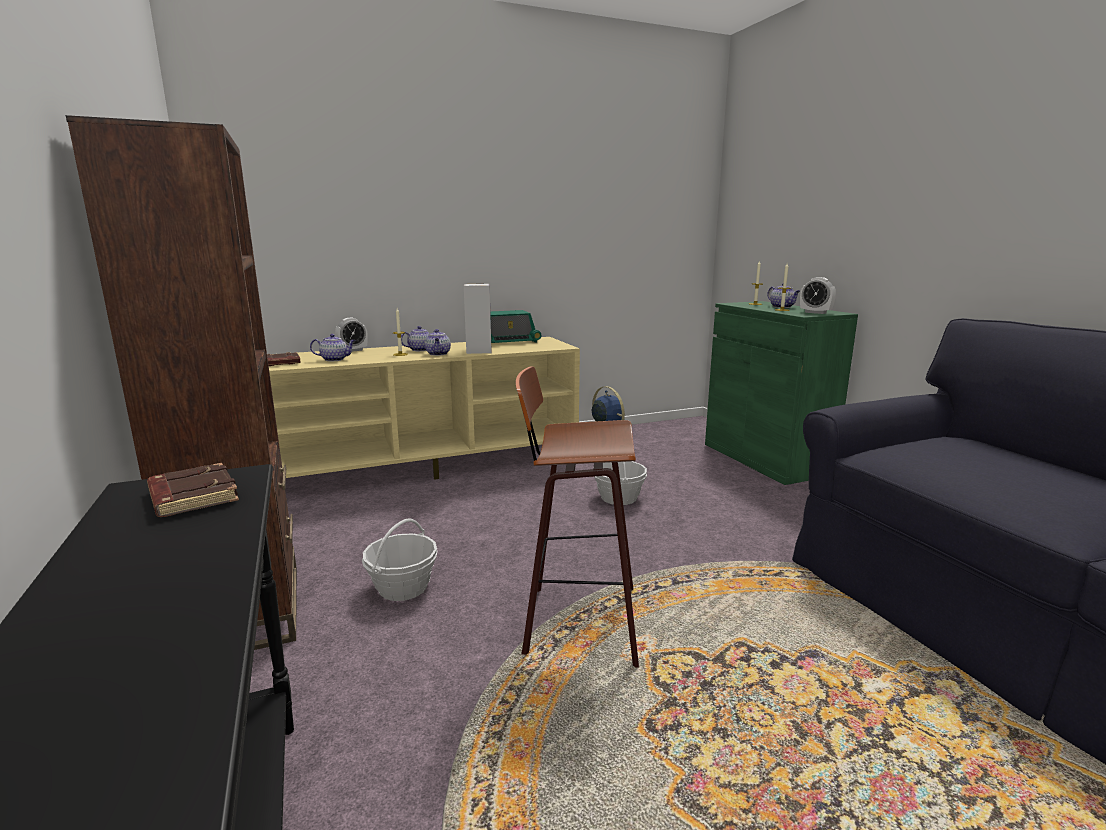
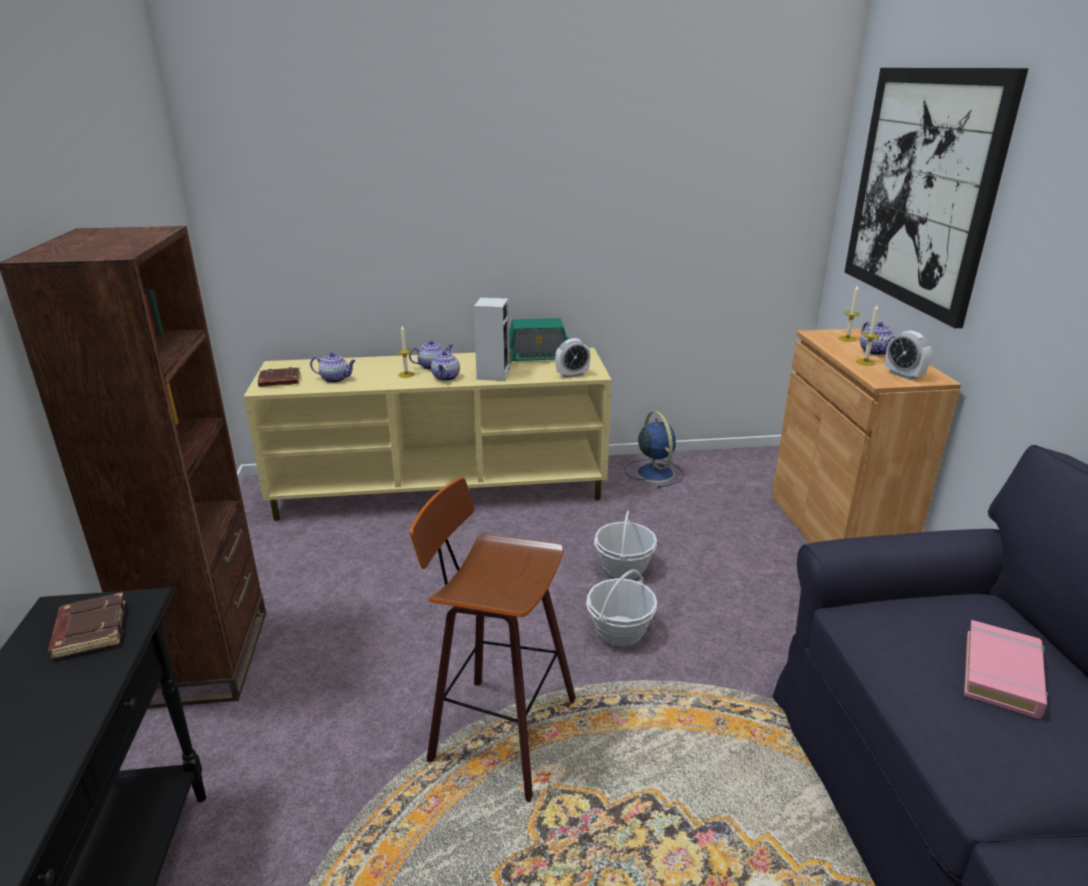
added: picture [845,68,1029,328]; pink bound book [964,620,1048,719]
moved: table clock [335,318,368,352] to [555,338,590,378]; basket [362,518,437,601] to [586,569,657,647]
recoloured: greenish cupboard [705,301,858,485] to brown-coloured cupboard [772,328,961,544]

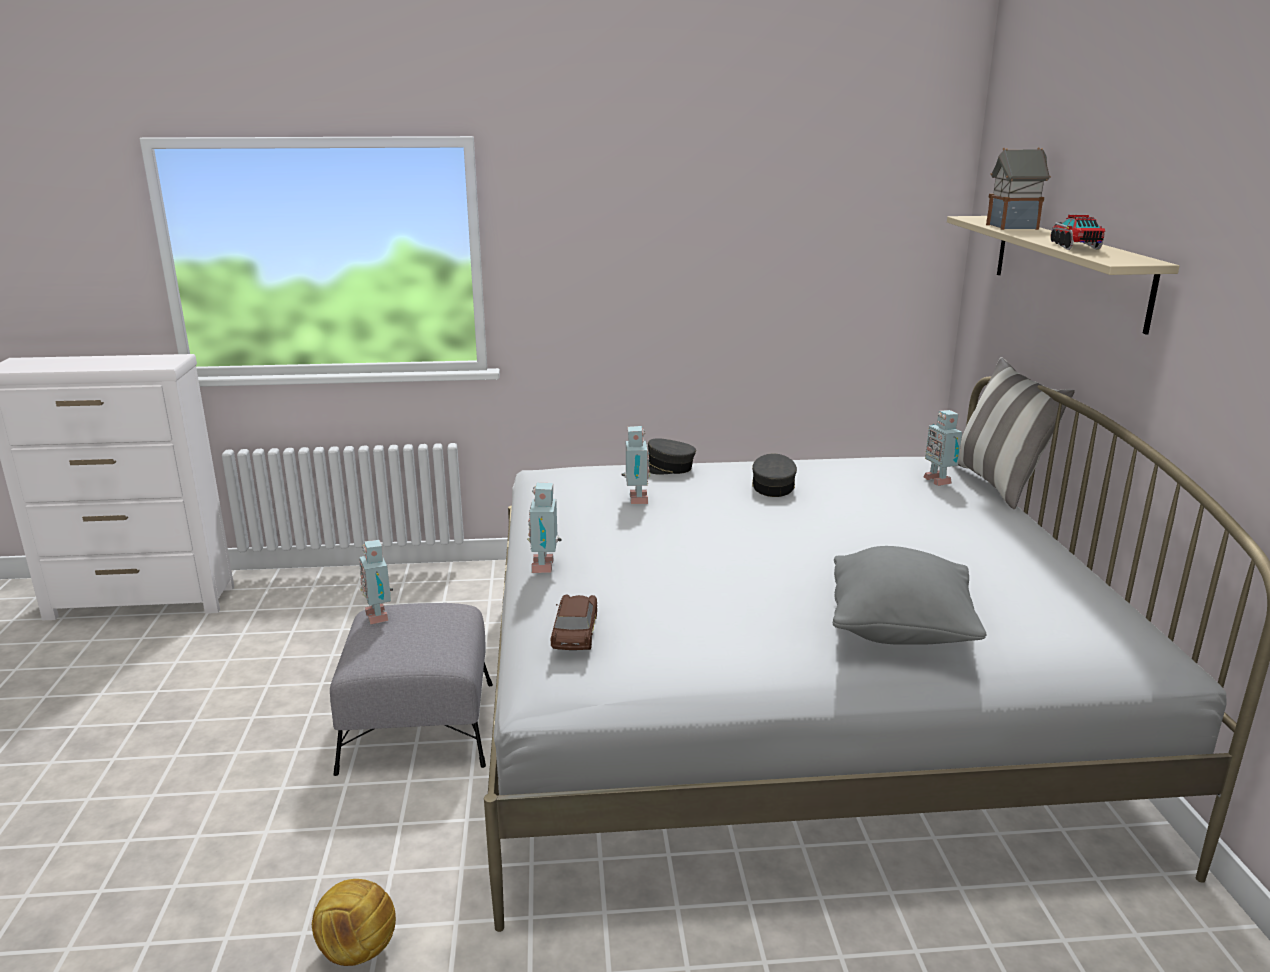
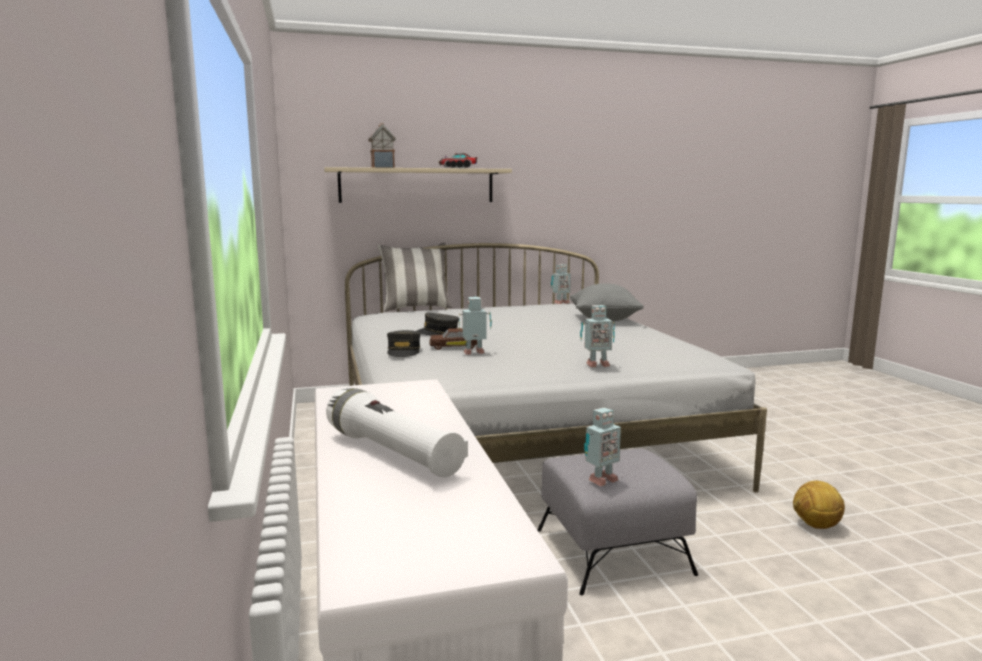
added: white-coloured flashlight [326,387,468,478]
moved: brown-coloured toy car [551,594,597,650] to [429,328,477,350]; robot figure [924,410,962,486] to [551,264,571,304]

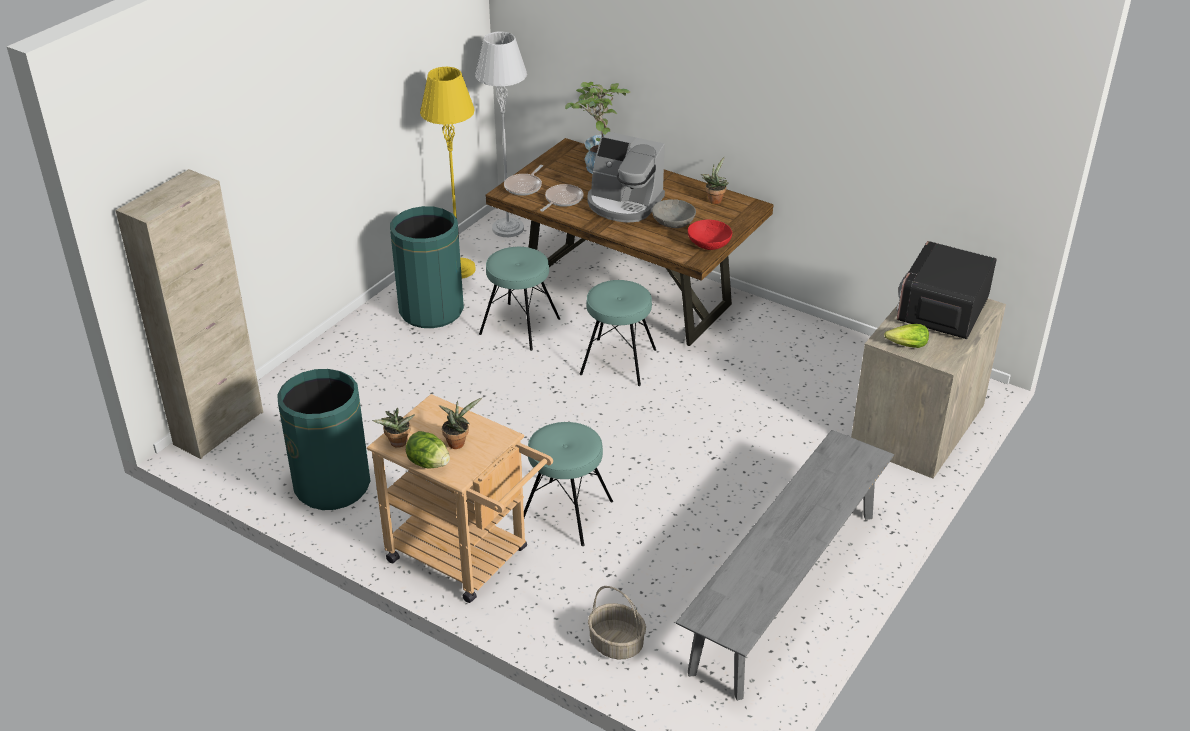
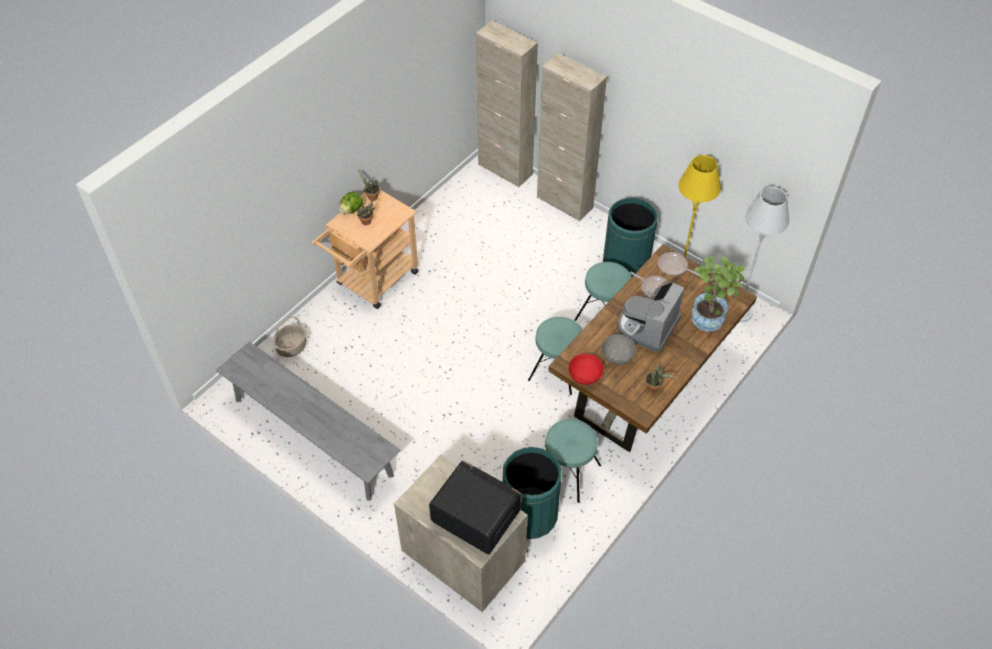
removed: lettuce head [884,324,929,348]
added: beige-coloured cupboard [537,53,607,222]
moved: greenish trash can [277,369,370,510] to [503,447,561,539]; blue-green sitting stool [524,422,613,546] to [545,419,601,503]

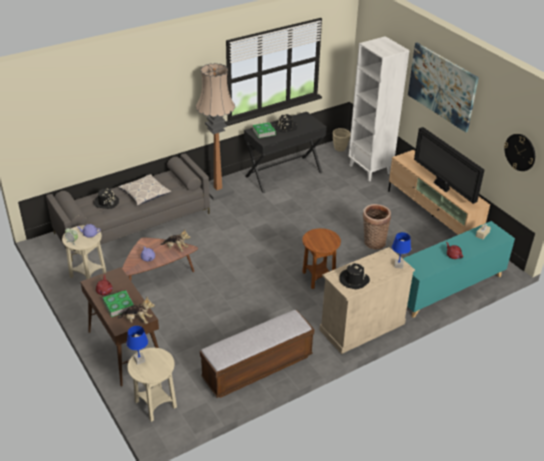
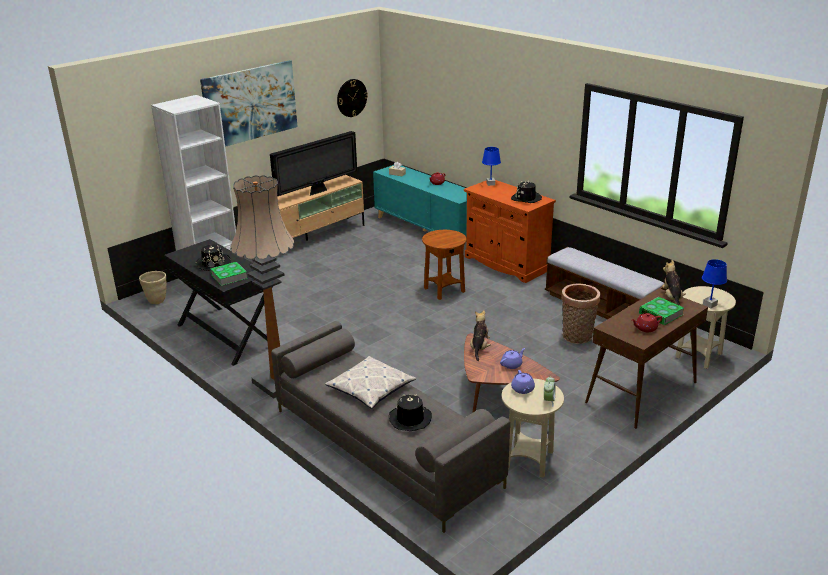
moved: basket [363,204,391,250] to [561,283,601,344]
recoloured: beige-coloured cupboard [319,247,415,354] to orangey cupboard [464,180,556,283]

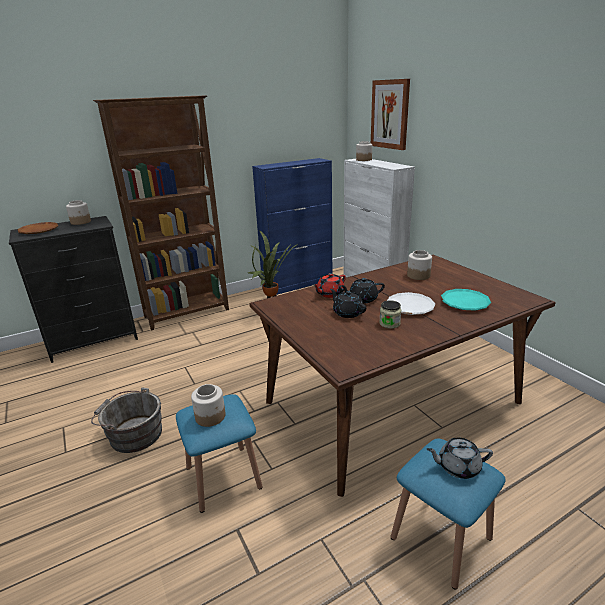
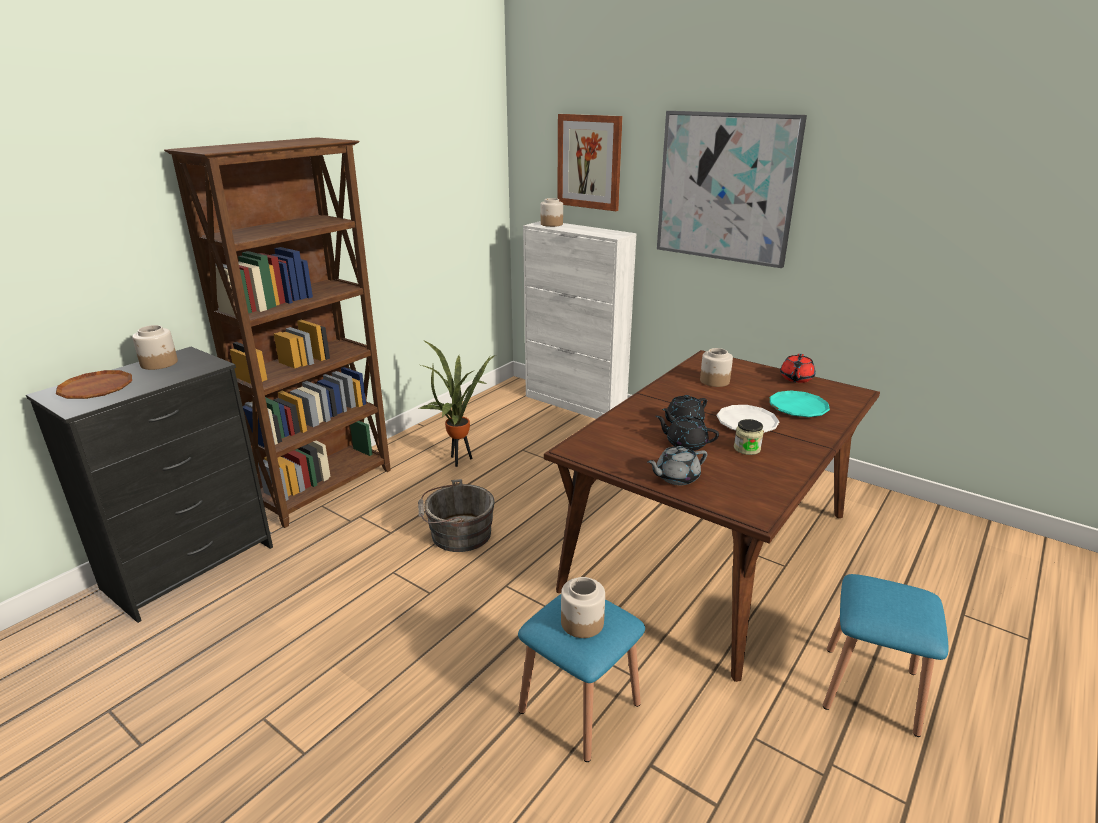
removed: blue cupboard [252,158,332,295]
added: picture [657,111,807,268]
moved: greyish pail [91,387,162,453] to [418,479,495,552]; greyish tea pot [426,438,493,479] to [647,446,707,485]; reddish tea pot [313,273,346,298] to [780,354,815,383]

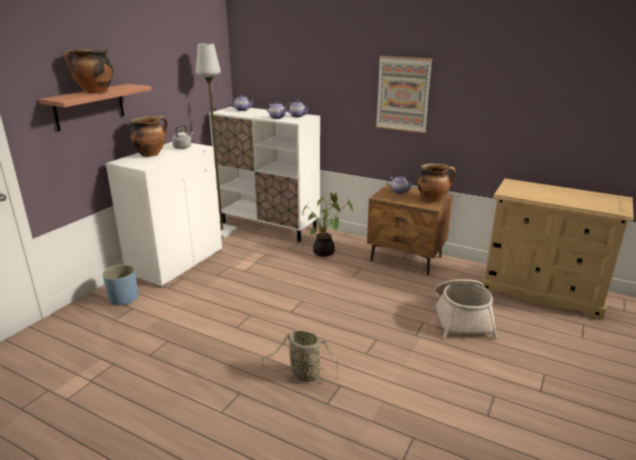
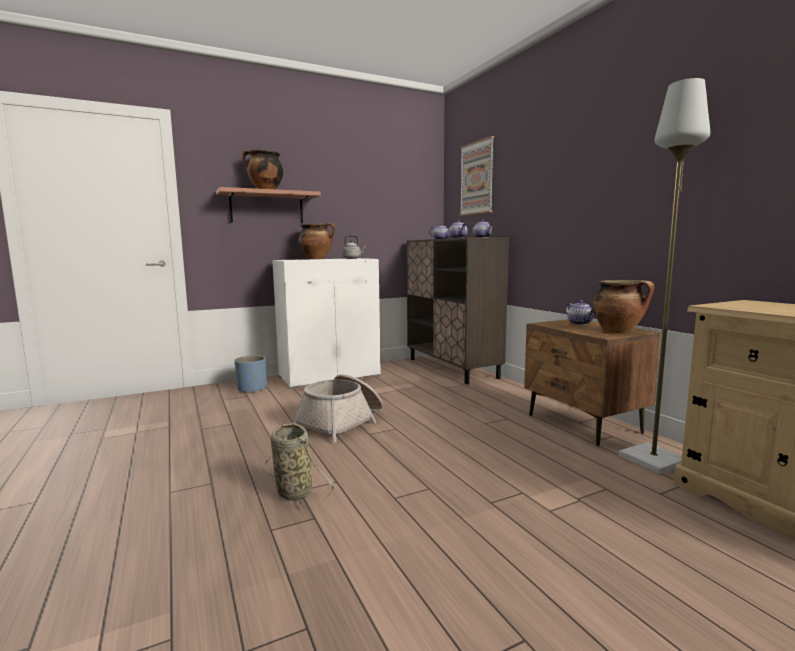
removed: plant in a pot [302,193,353,257]
moved: basket [433,279,498,339] to [292,375,383,443]; picture [376,56,432,133] to [460,136,494,216]; greyish floor lamp [196,43,238,238] to [619,78,710,474]
recoloured: white-coloured cupboard [209,107,320,242] to brown-coloured cupboard [407,238,509,384]

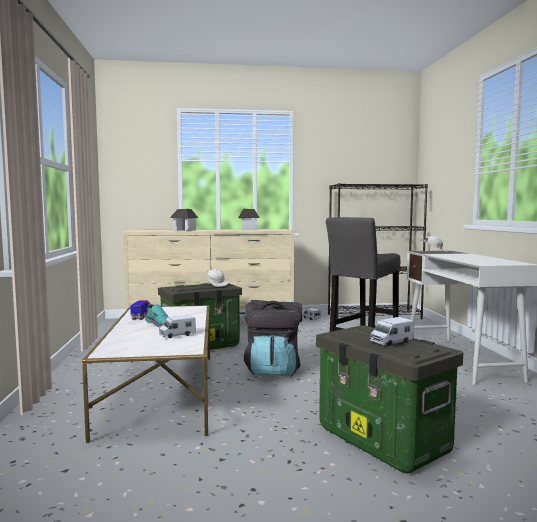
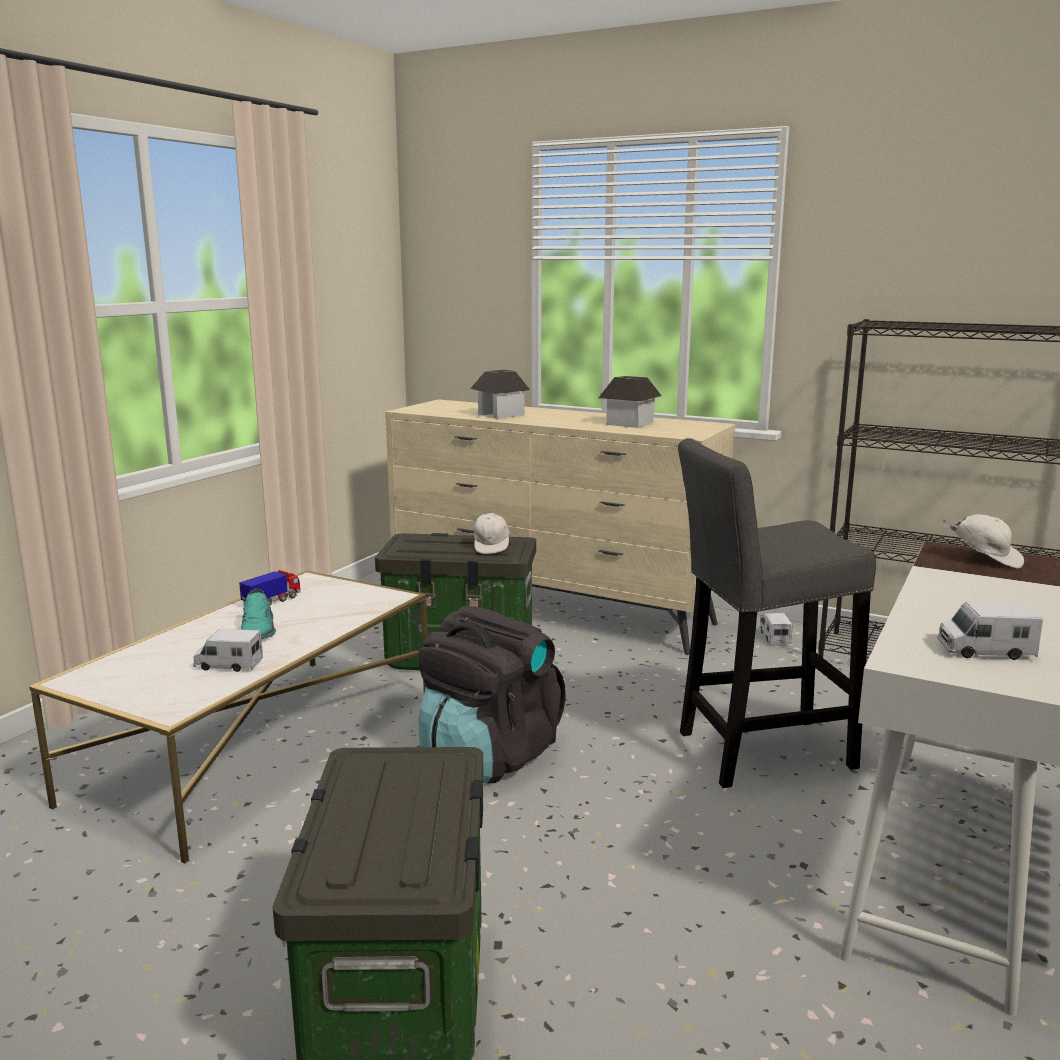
moved: toy truck [370,317,414,346] to [937,602,1043,660]

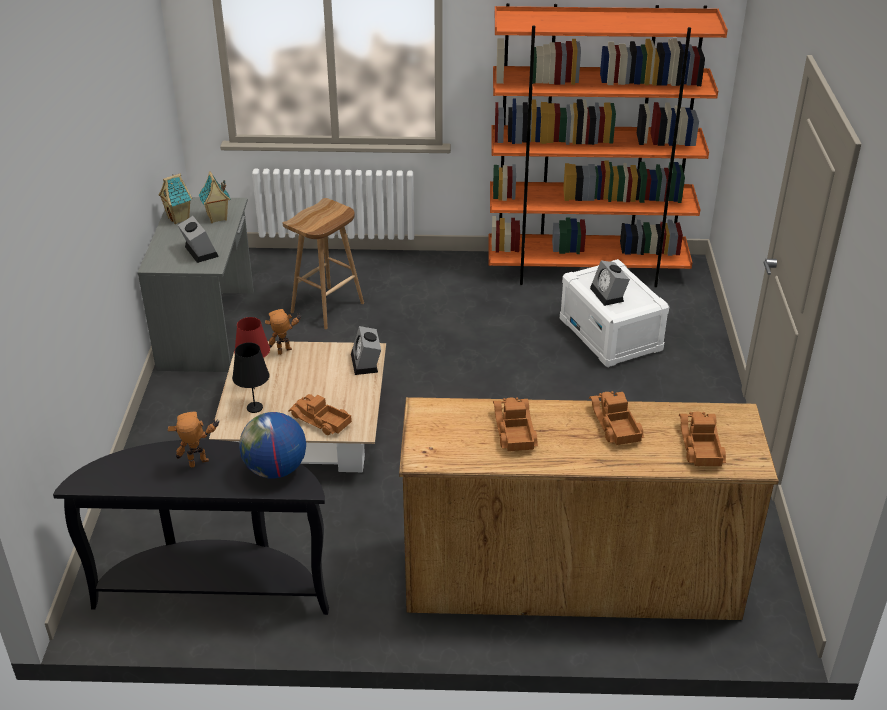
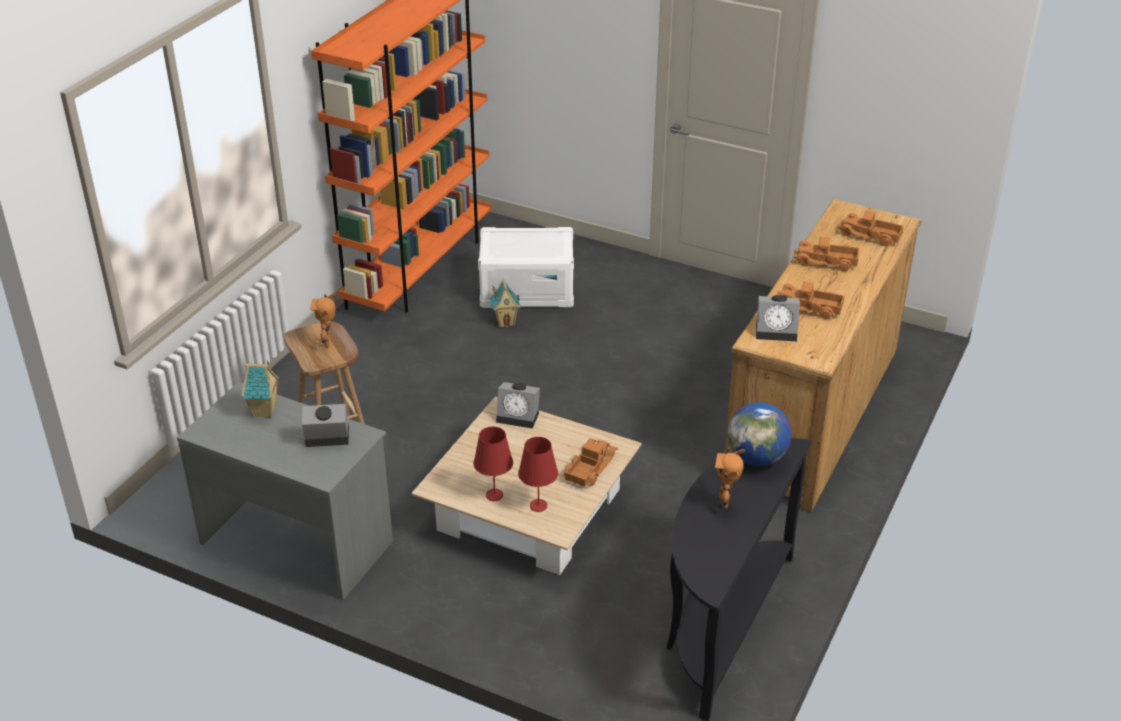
moved: robot figure [265,309,302,355] to [310,293,336,347]; model house [159,173,192,224] to [490,278,520,328]; table clock [590,261,630,306] to [756,295,800,341]
recoloured: blackish tabletop lamp [232,342,270,413] to reddish tabletop lamp [518,437,558,512]
turned: toy truck [288,394,352,435] = [563,438,618,487] 150 degrees clockwise

